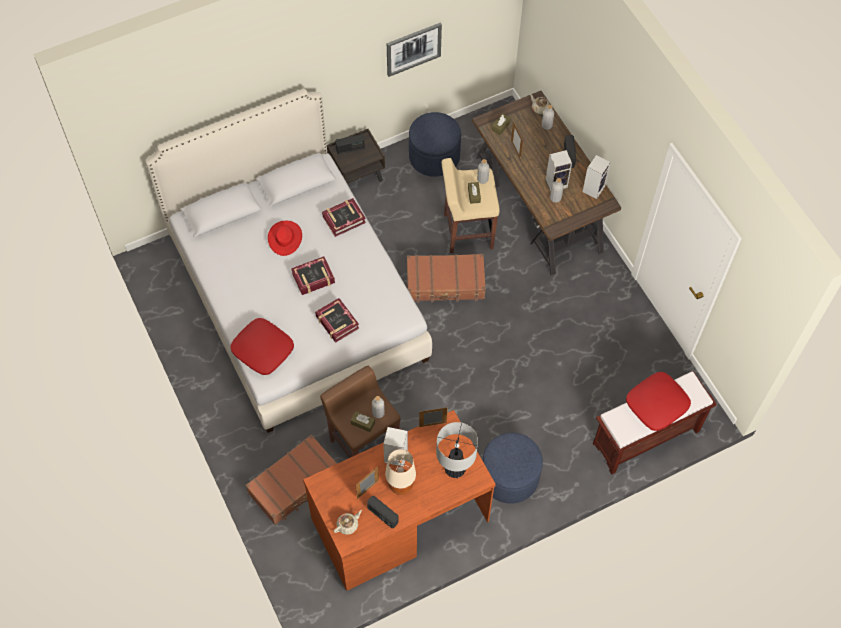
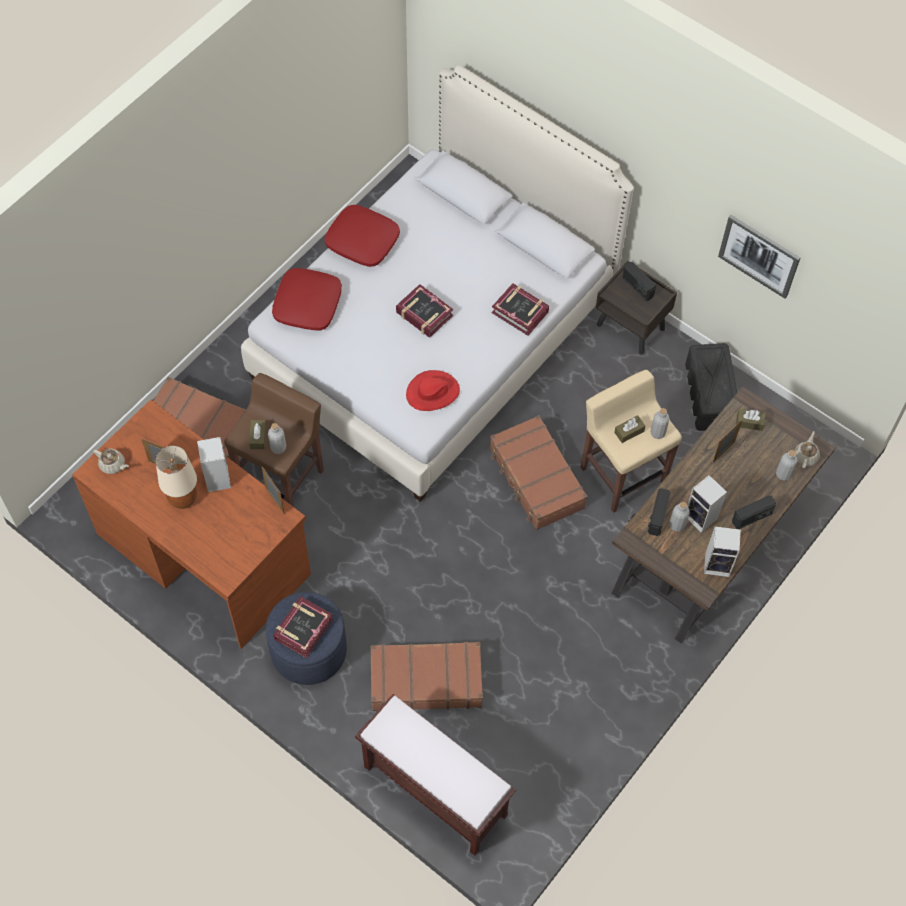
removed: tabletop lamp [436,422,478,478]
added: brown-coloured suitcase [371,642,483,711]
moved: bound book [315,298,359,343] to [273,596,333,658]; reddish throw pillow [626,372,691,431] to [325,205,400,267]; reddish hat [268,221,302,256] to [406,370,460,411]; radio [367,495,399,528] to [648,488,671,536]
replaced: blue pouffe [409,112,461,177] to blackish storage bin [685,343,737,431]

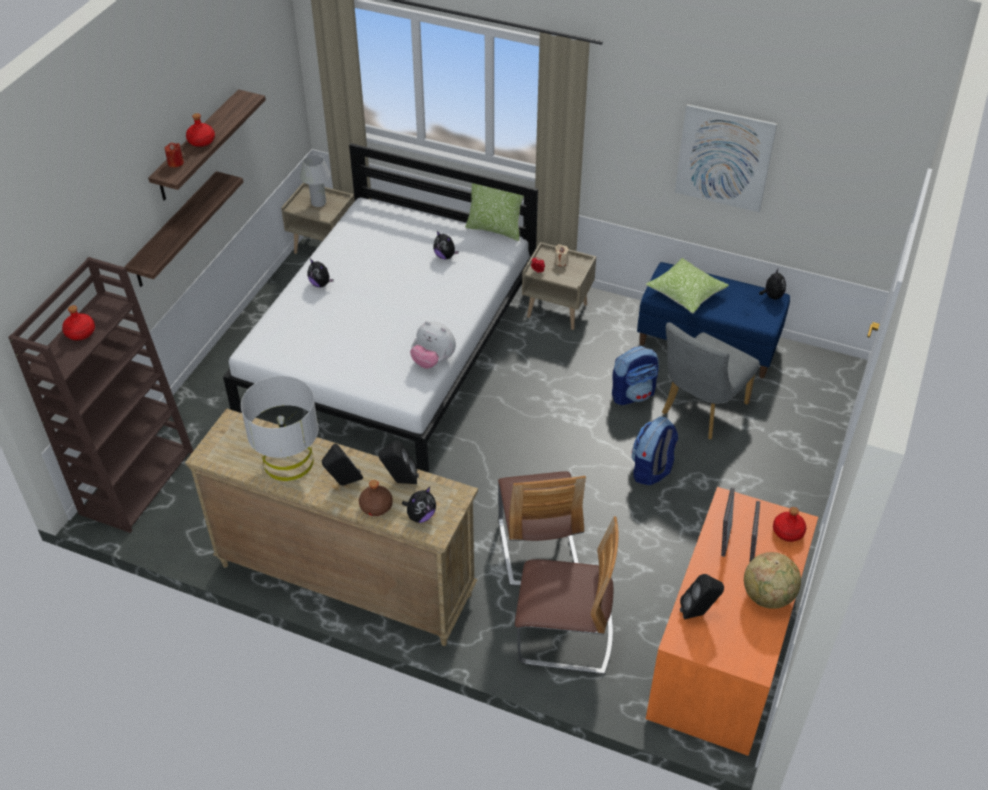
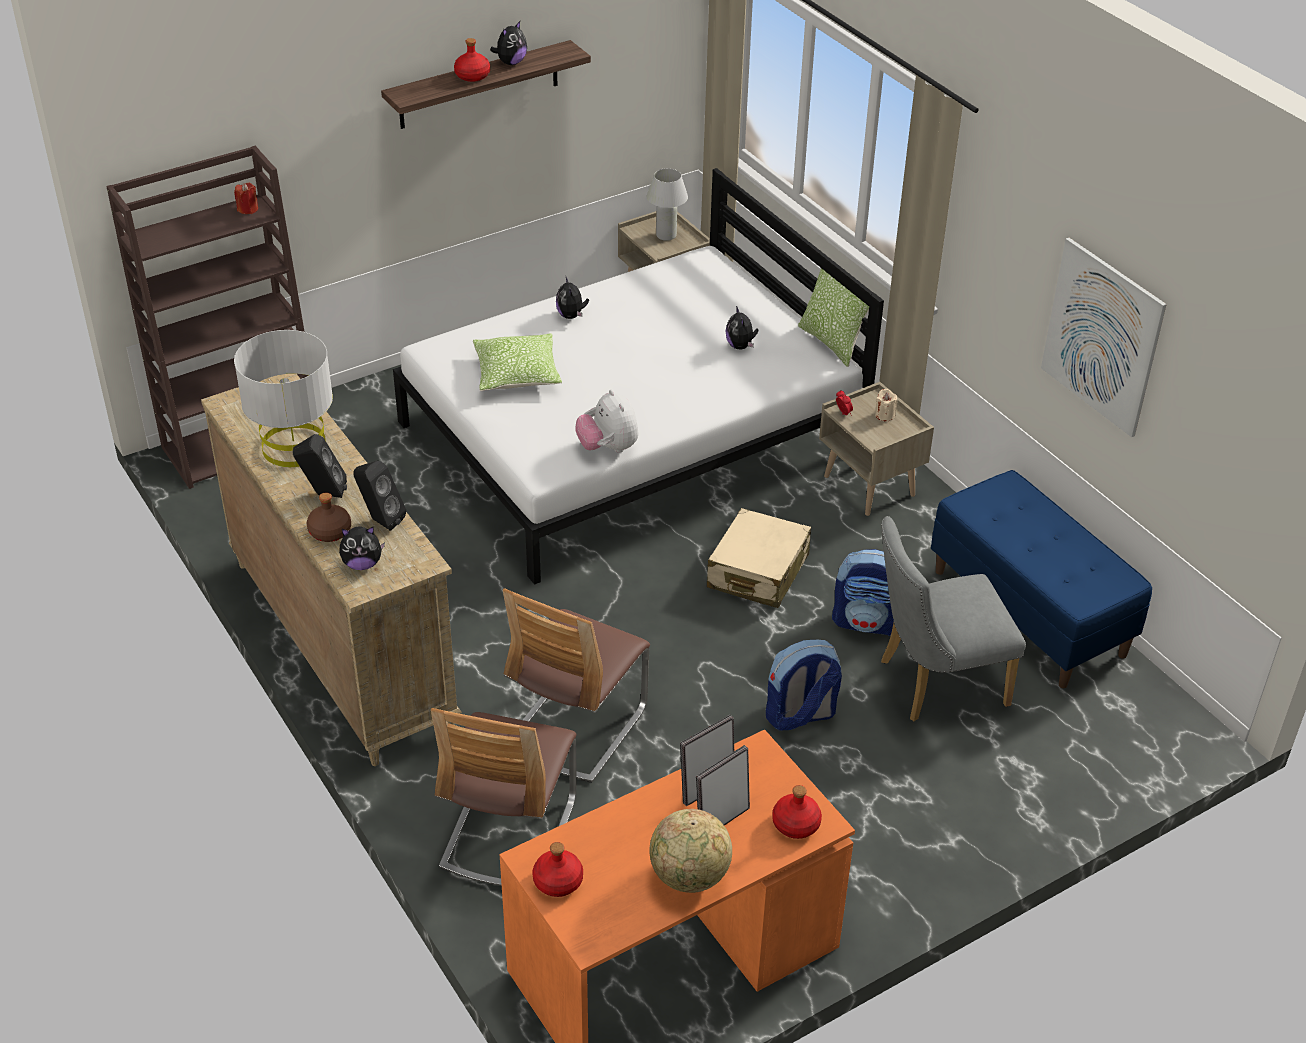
removed: wall shelf [125,171,243,287]; blackish audio speaker [680,574,724,620]
added: beige-coloured suitcase [707,508,811,608]
moved: reddish wax light [164,143,184,167] to [234,182,258,214]; throw pillow [645,258,729,314] to [473,334,562,391]; cuddly toy [759,269,786,300] to [490,21,527,65]; reddish bottle [62,305,95,340] to [532,842,583,897]
turned: upright chair [515,516,618,674] = [431,708,577,886] 60 degrees clockwise

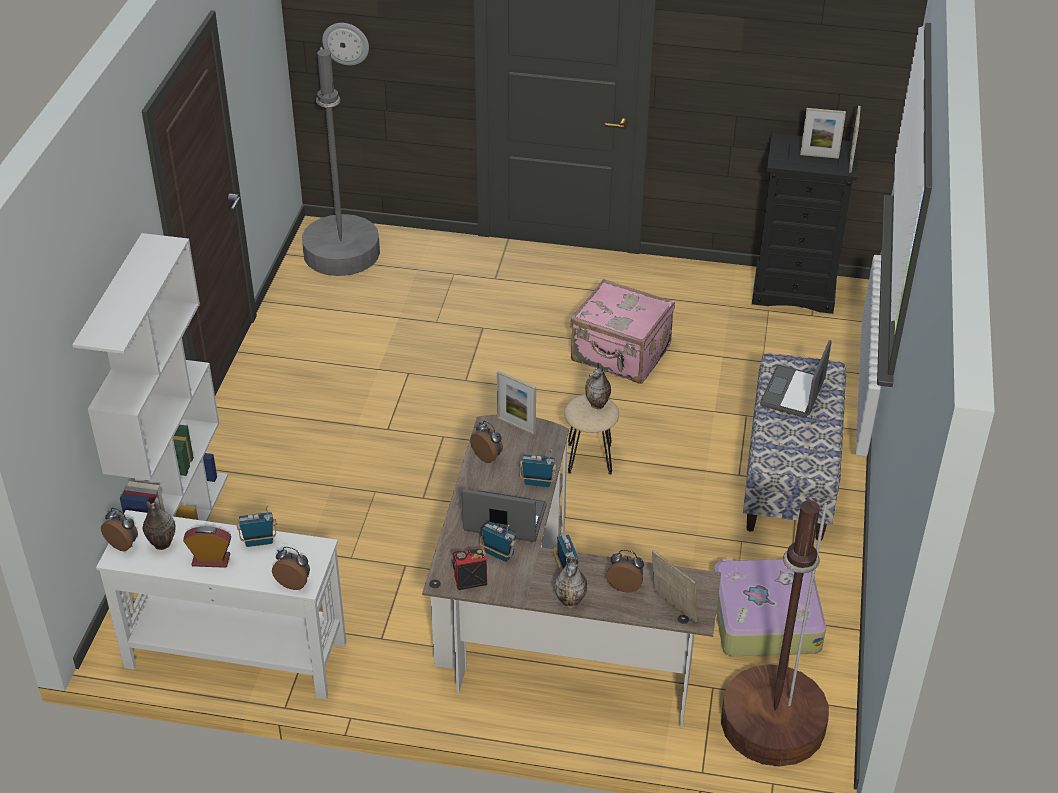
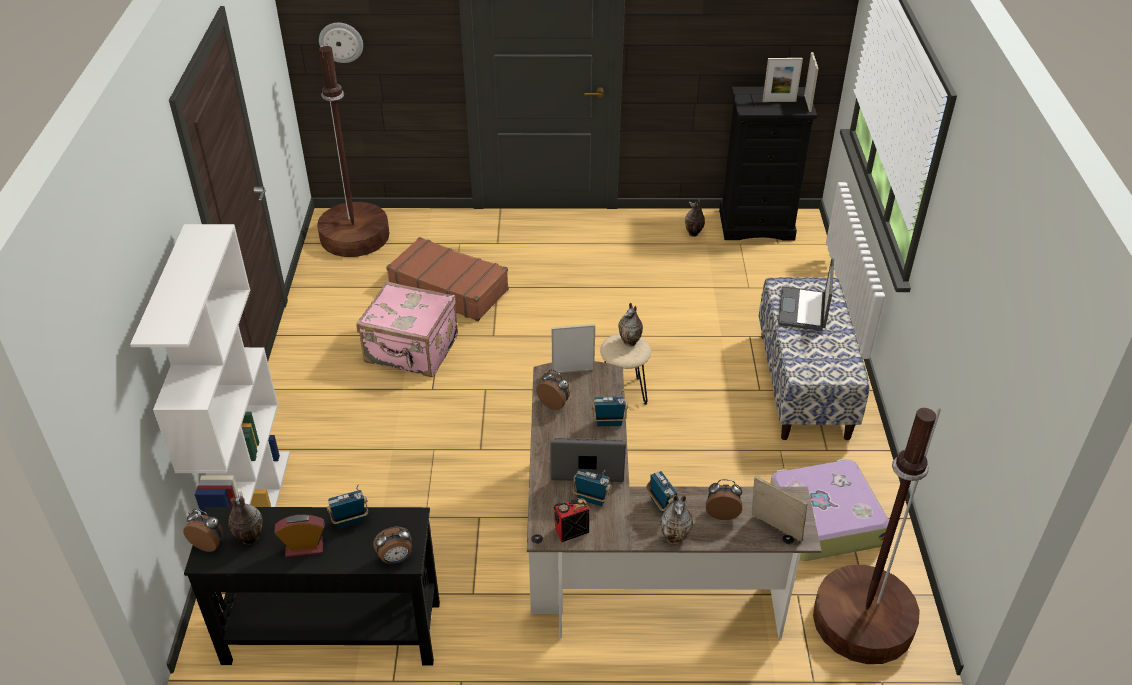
added: brown-coloured suitcase [386,237,509,321]; vase [685,200,705,237]
moved: pink suitcase [570,279,675,384] to [356,281,458,377]
recoloured: white-coloured console table [96,510,346,699] to blackish console table [184,507,440,665]; greyish floor lamp [302,47,380,276] to brown-coloured floor lamp [317,44,389,257]
turned: table clock [272,547,310,590] = [373,527,412,564] 150 degrees clockwise; photo frame [497,370,536,435] = [551,324,595,374] 150 degrees clockwise

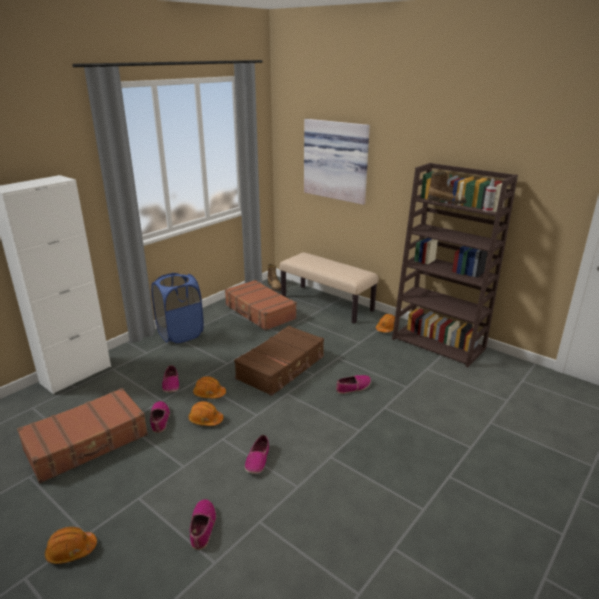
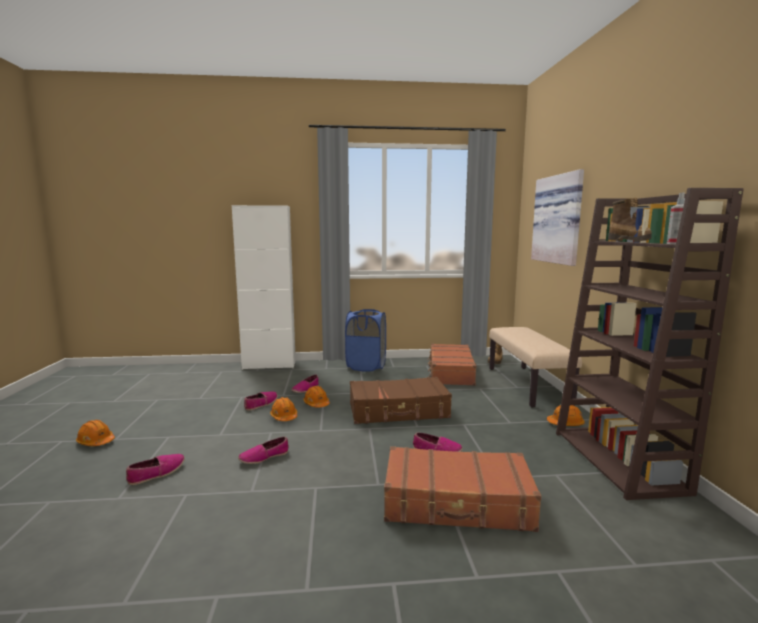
moved: brown-coloured suitcase [17,388,148,483] to [384,446,541,532]

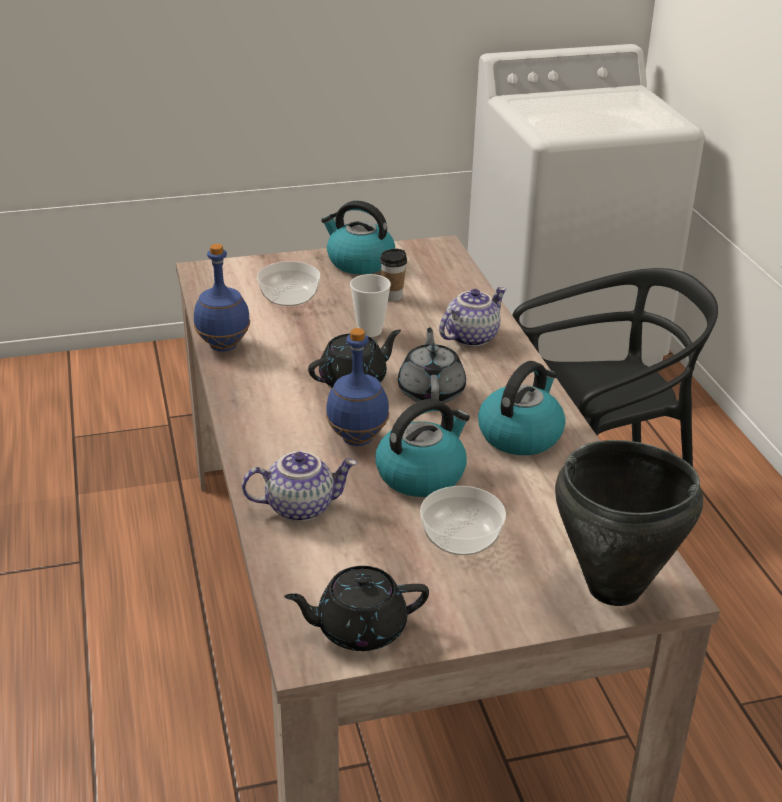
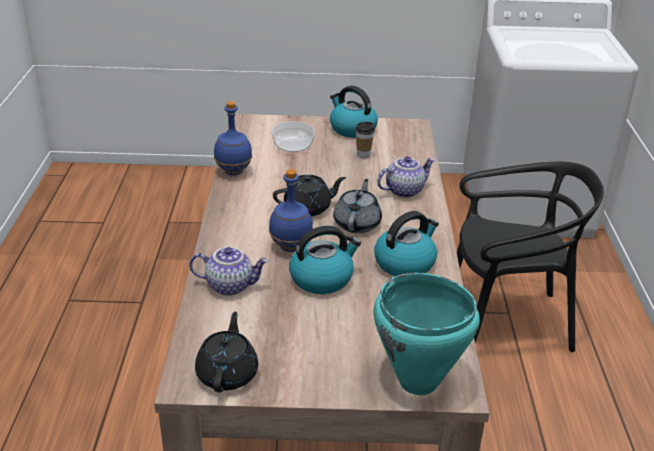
removed: cup [350,274,391,337]; serving bowl [420,486,506,555]
recoloured: blackish saucepot [555,440,703,606] to blue-green saucepot [374,273,480,395]
turned: blackish tea pot [284,566,429,651] = [195,311,258,393] 90 degrees clockwise

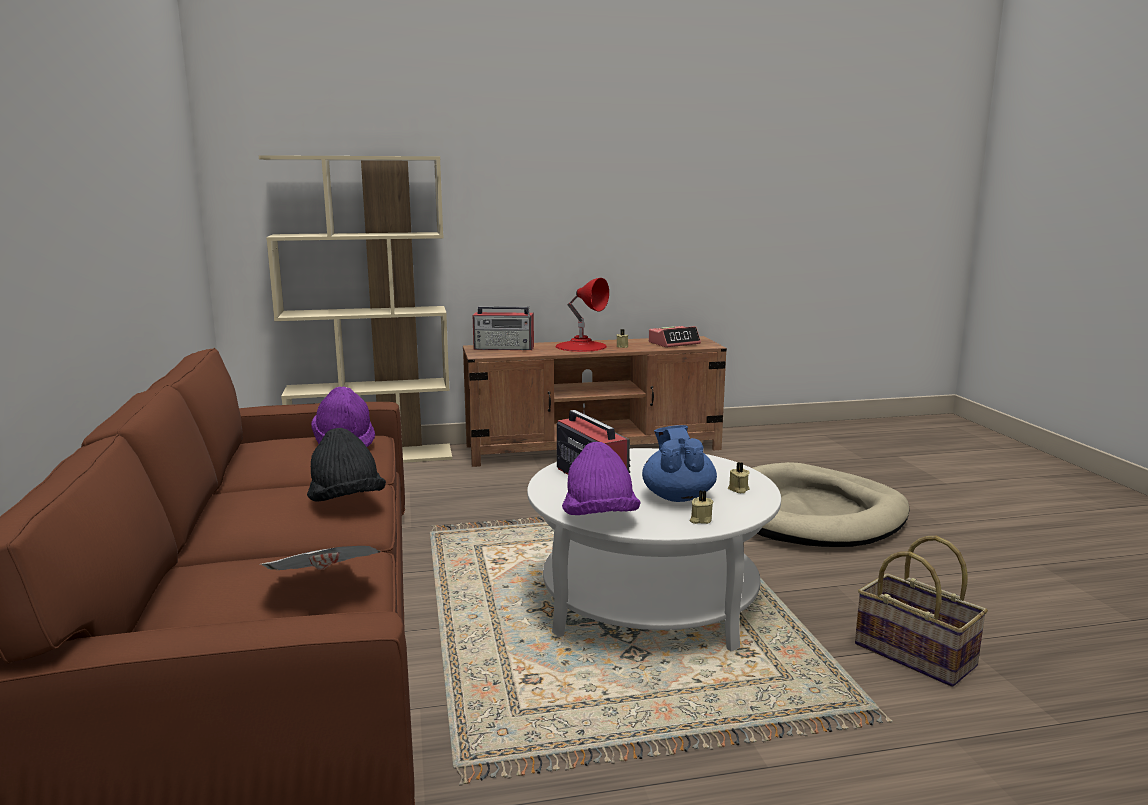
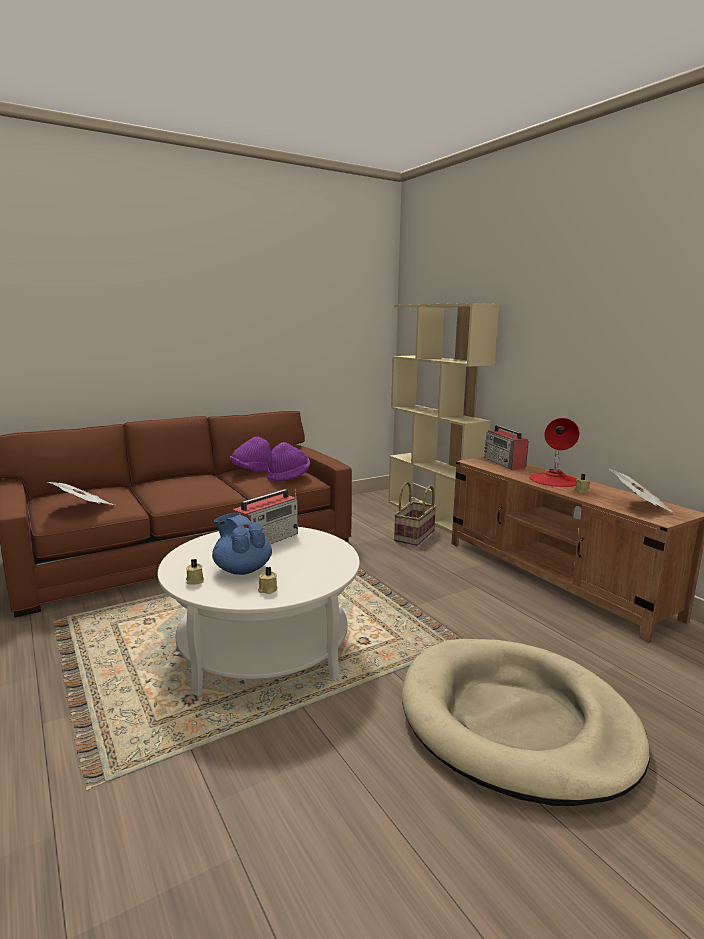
removed: blackish hat [307,428,386,502]
moved: purple-coloured hat [562,442,640,515] to [229,436,271,472]; basket [855,536,988,687] to [394,482,436,546]
replaced: table clock [649,326,701,347] to printed paper [609,469,673,512]
turned: blue tea pot [642,425,717,502] = [212,512,272,575] 105 degrees counterclockwise

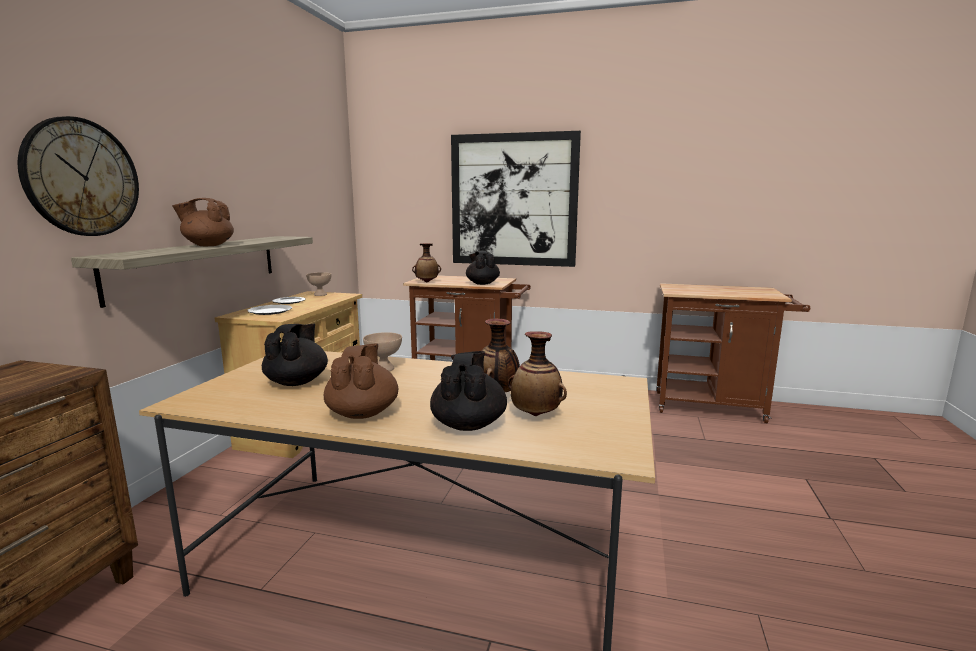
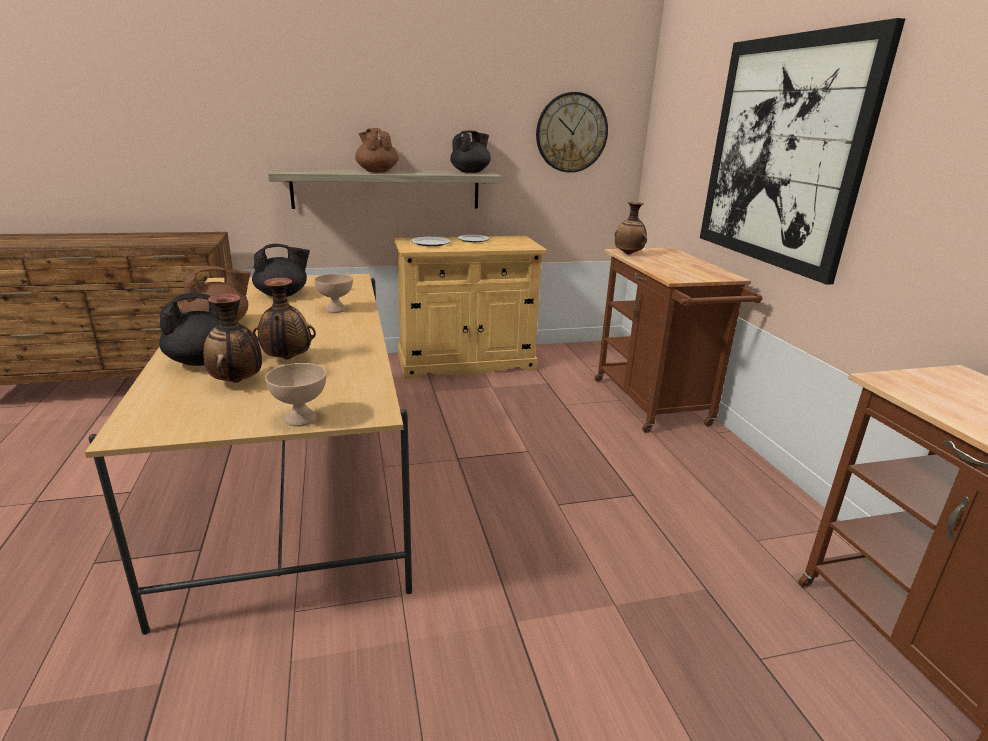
moved: beige-coloured serving bowl [306,272,332,296] to [265,363,327,427]; blackish tea pot [466,251,500,285] to [450,131,491,173]; hanging clock [17,116,139,236] to [536,92,608,173]

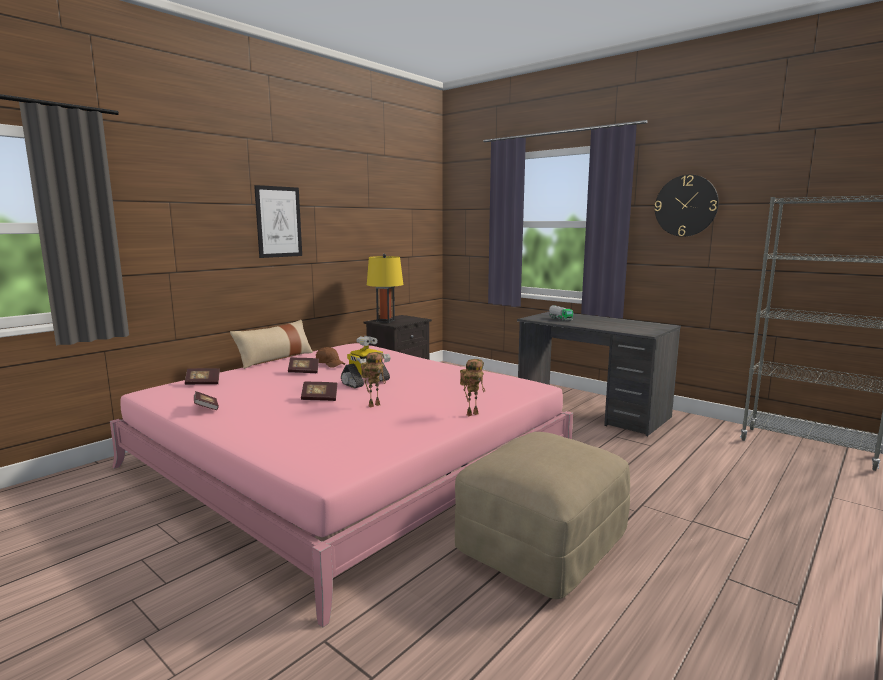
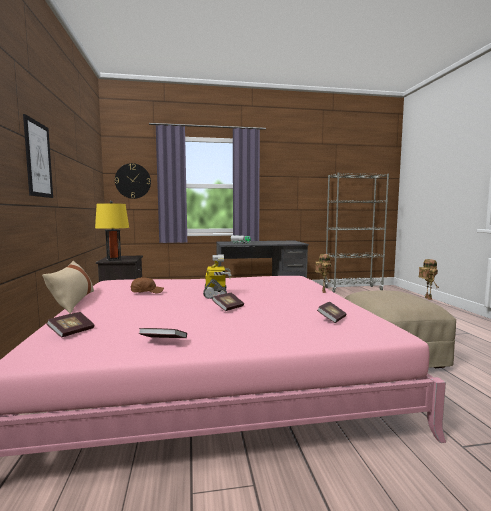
moved: hanging clock [655,175,719,237] to [115,163,151,199]; bound book [288,358,319,373] to [317,302,346,323]; robot figure [361,352,386,407] to [419,259,439,300]

